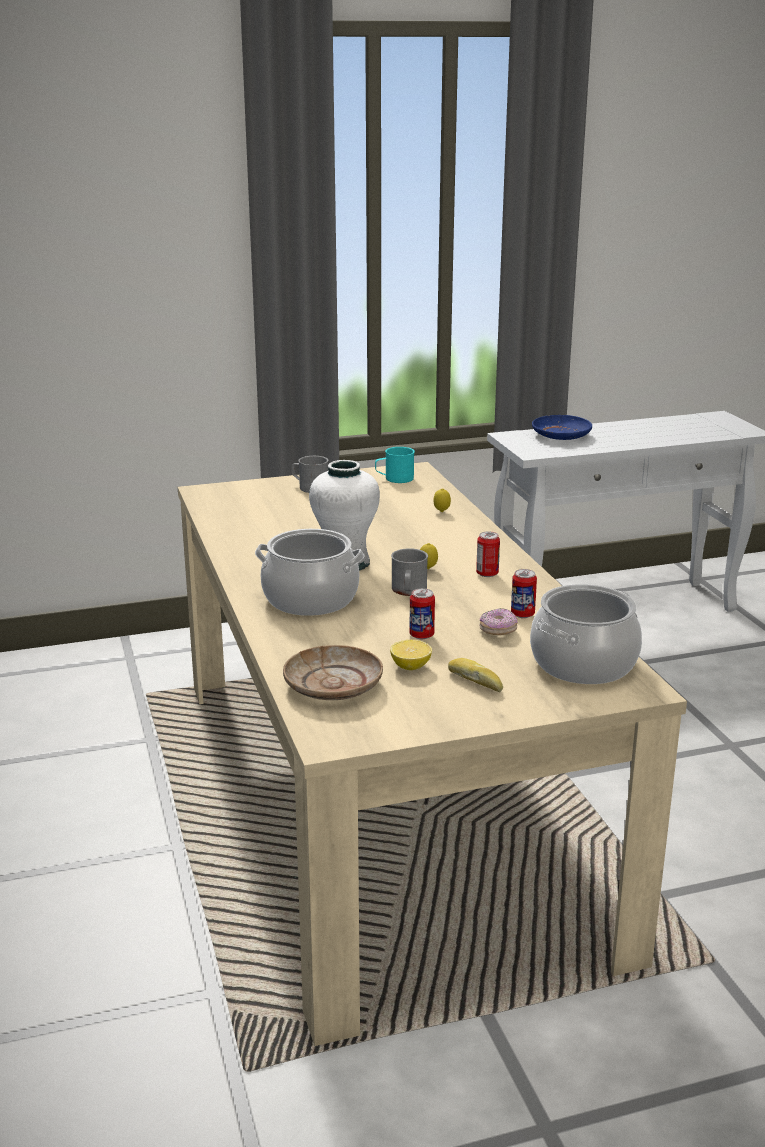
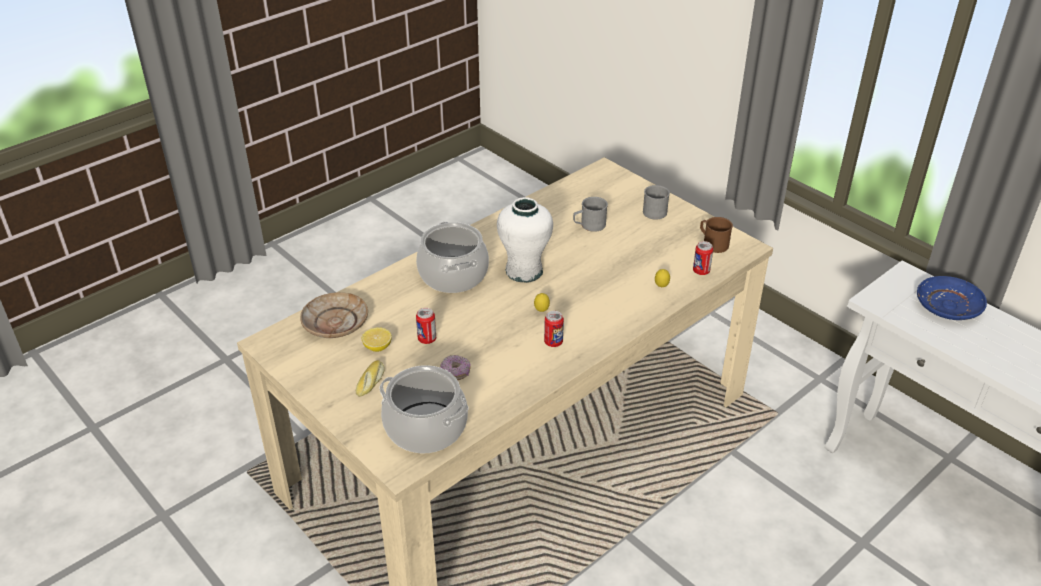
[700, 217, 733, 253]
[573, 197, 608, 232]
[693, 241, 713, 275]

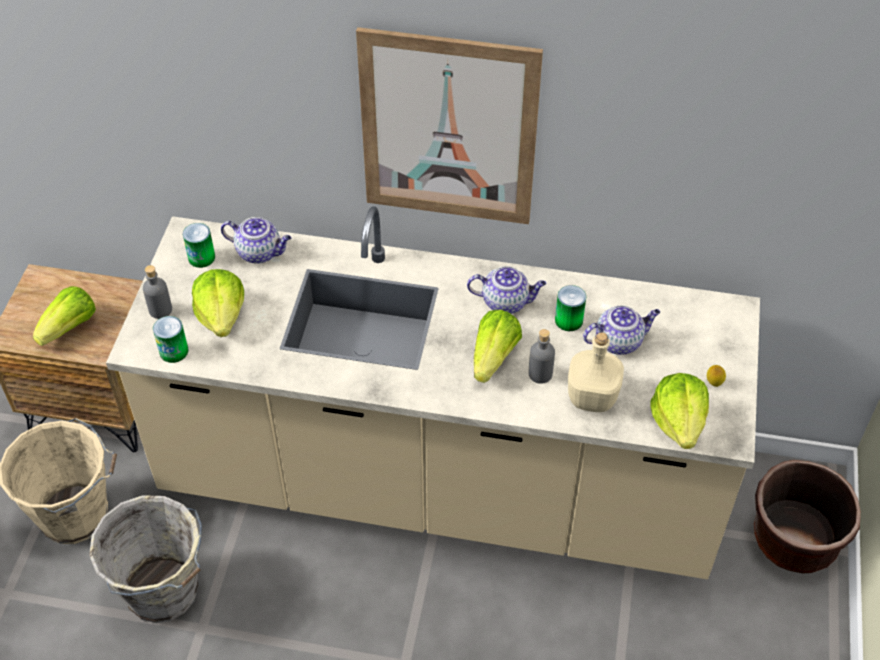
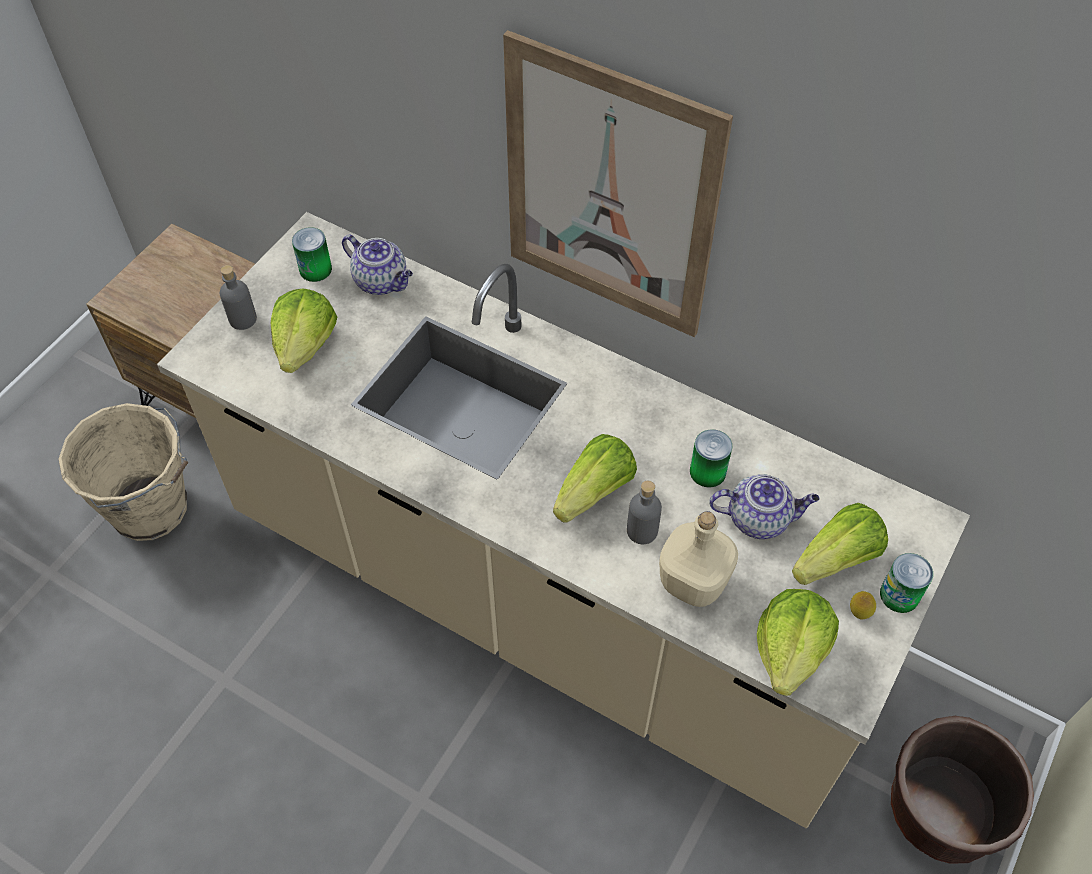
[792, 503, 888, 585]
[89, 495, 202, 623] (first image)
[880, 553, 933, 613]
[467, 266, 546, 314] (first image)

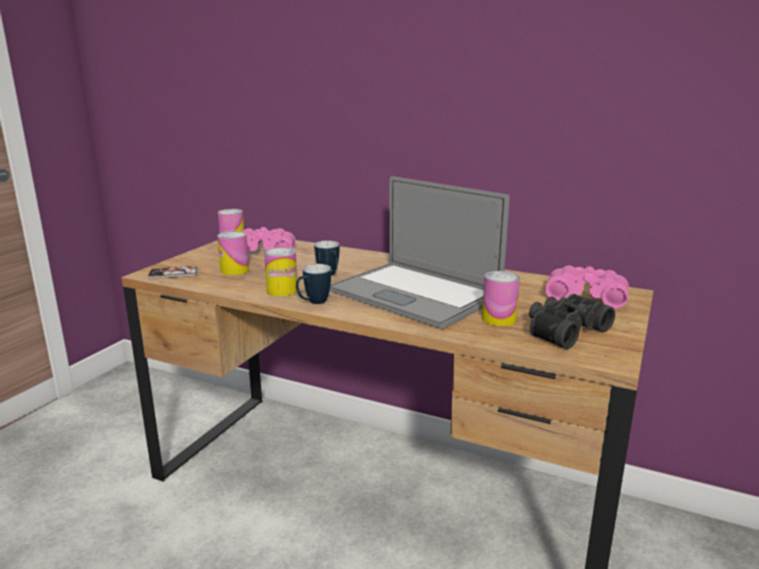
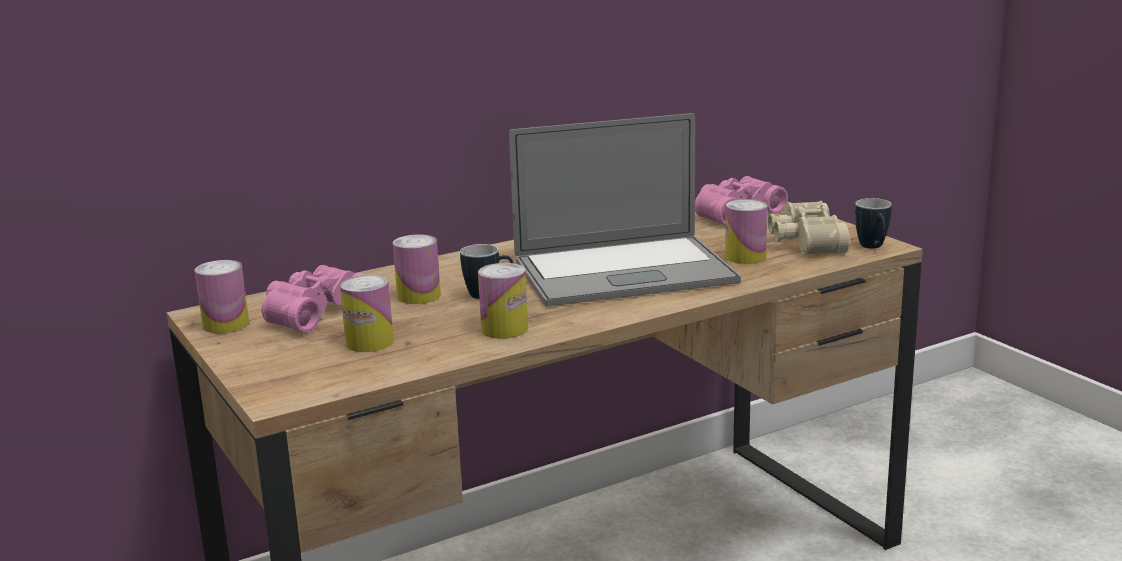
[147, 264, 198, 279] (first image)
[855, 198, 892, 248]
[768, 201, 849, 255]
[393, 234, 441, 304]

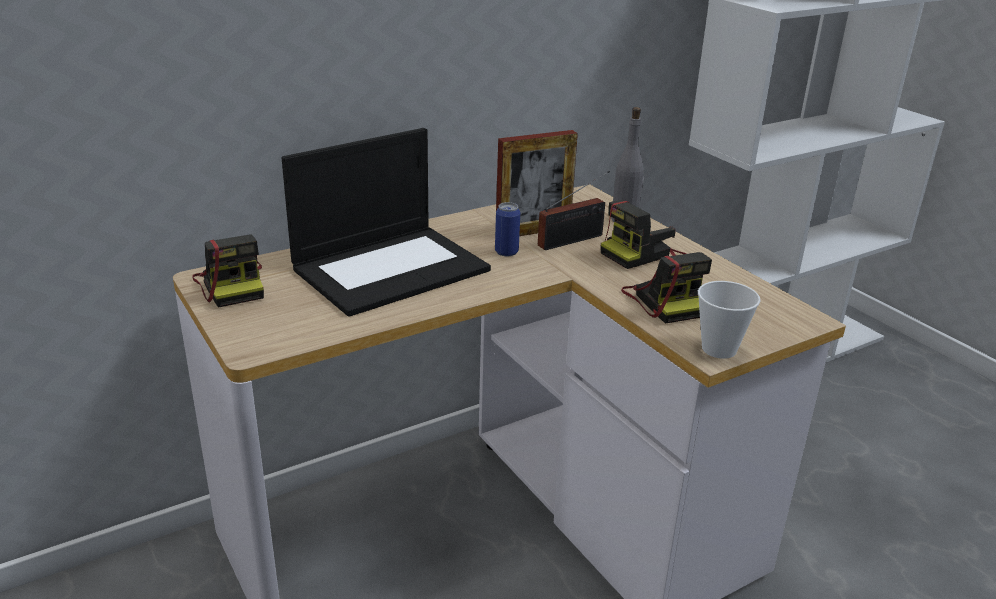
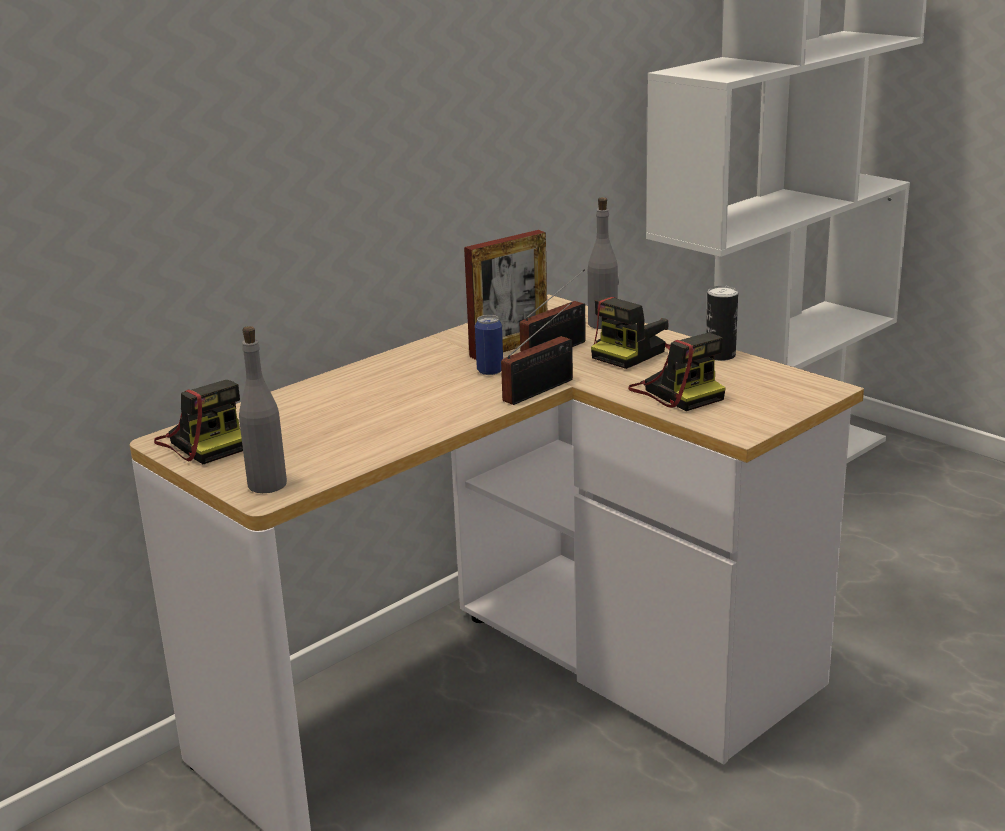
[282, 128, 491, 317] (first image)
[698, 281, 760, 359] (first image)
[239, 326, 287, 493]
[501, 302, 573, 405]
[706, 286, 738, 361]

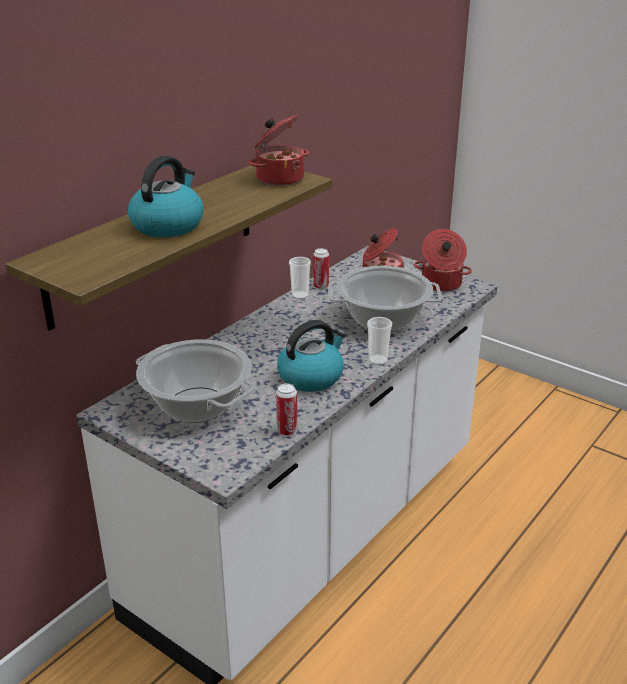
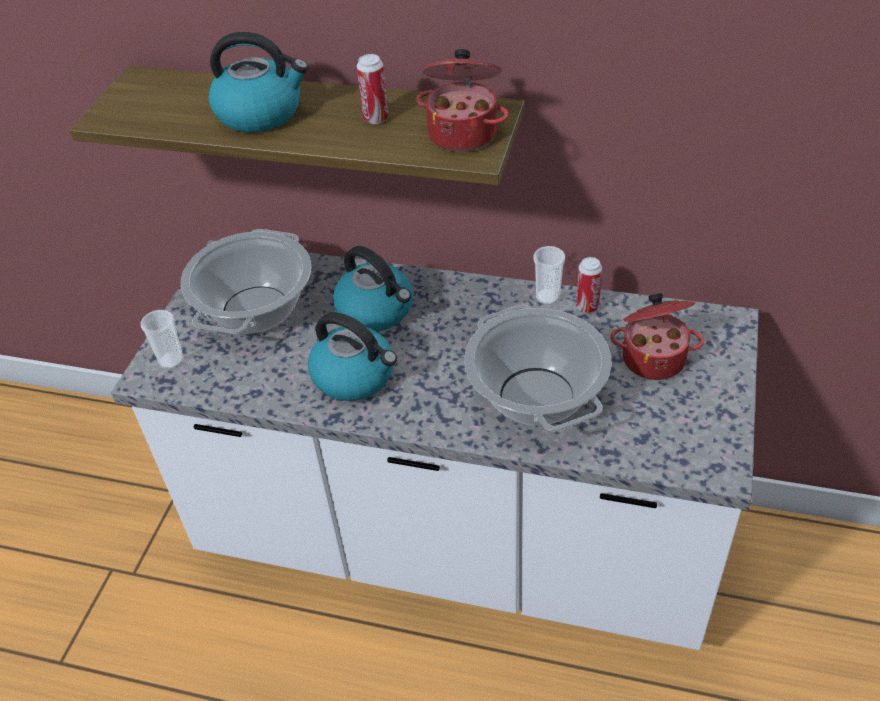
[356, 54, 389, 124]
[141, 310, 184, 369]
[414, 229, 472, 292] (first image)
[333, 246, 414, 332]

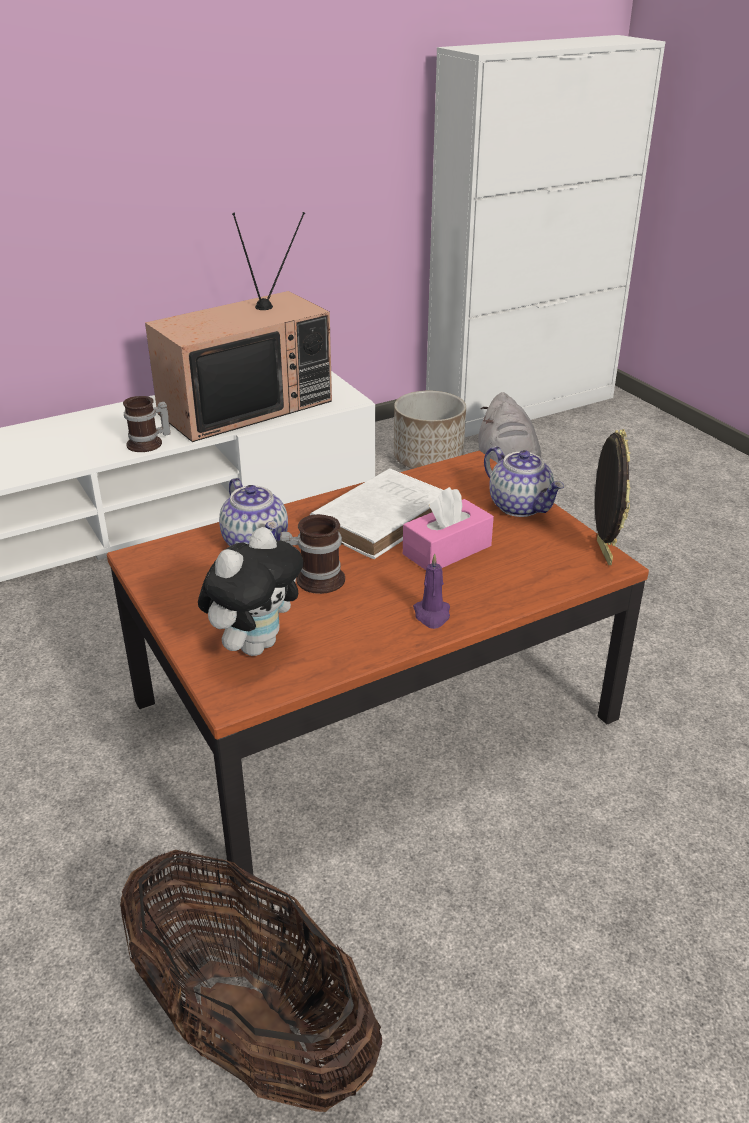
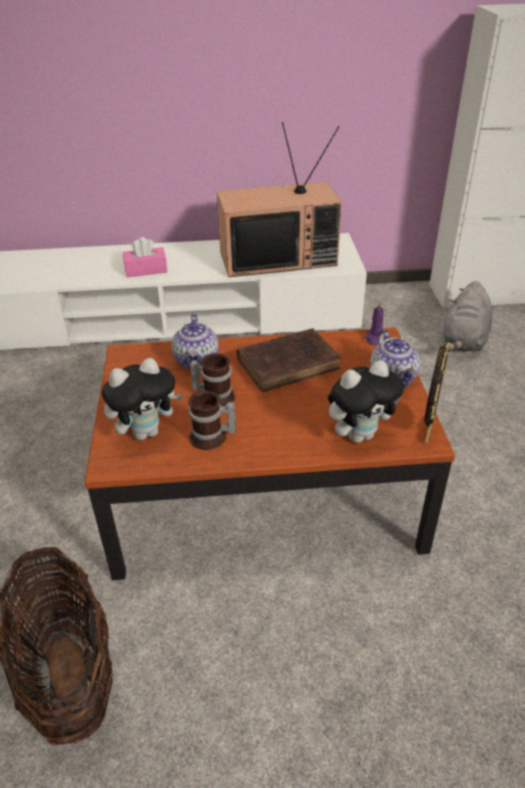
[188, 391, 236, 450]
[237, 328, 341, 392]
[394, 391, 466, 469] (first image)
[123, 237, 167, 277]
[365, 301, 384, 346]
[328, 360, 404, 443]

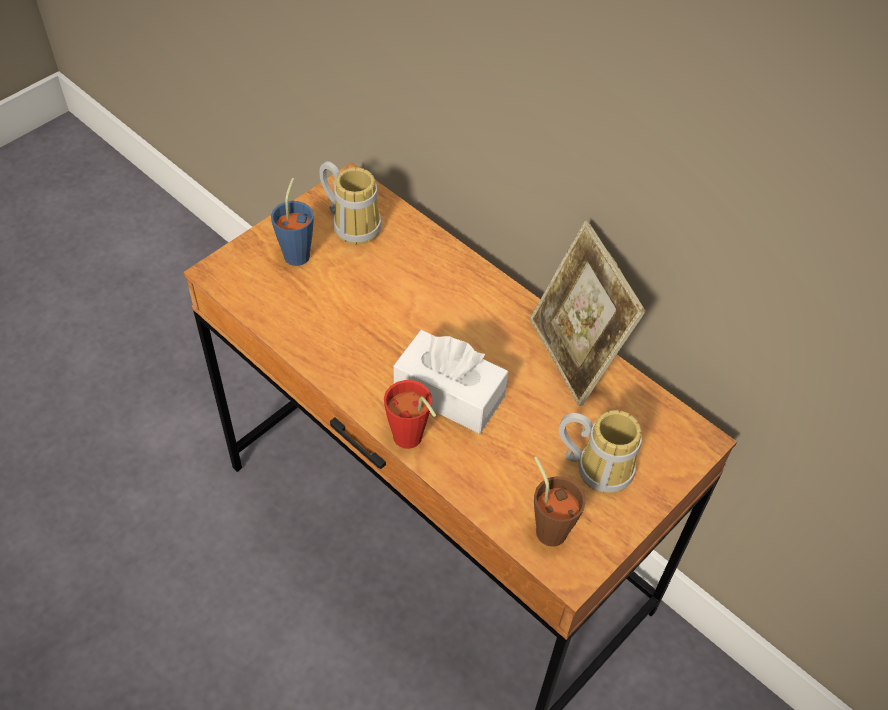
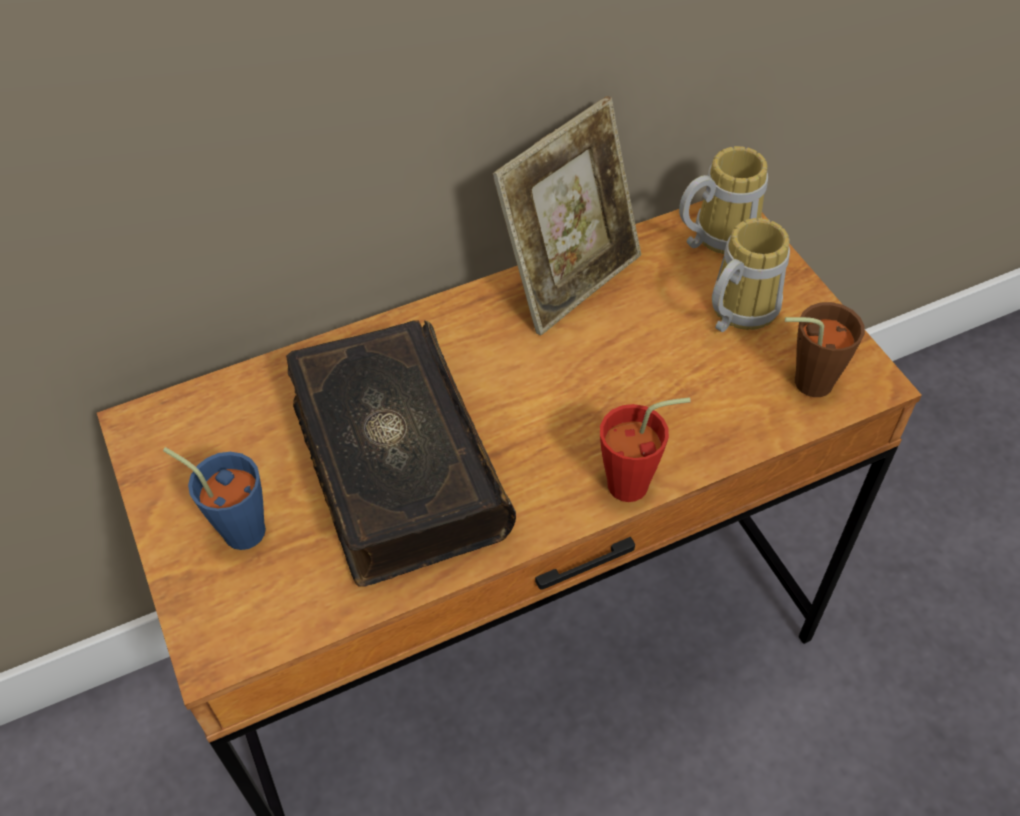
[679, 146, 768, 254]
[393, 330, 508, 433] (first image)
[492, 96, 641, 336]
[286, 320, 516, 587]

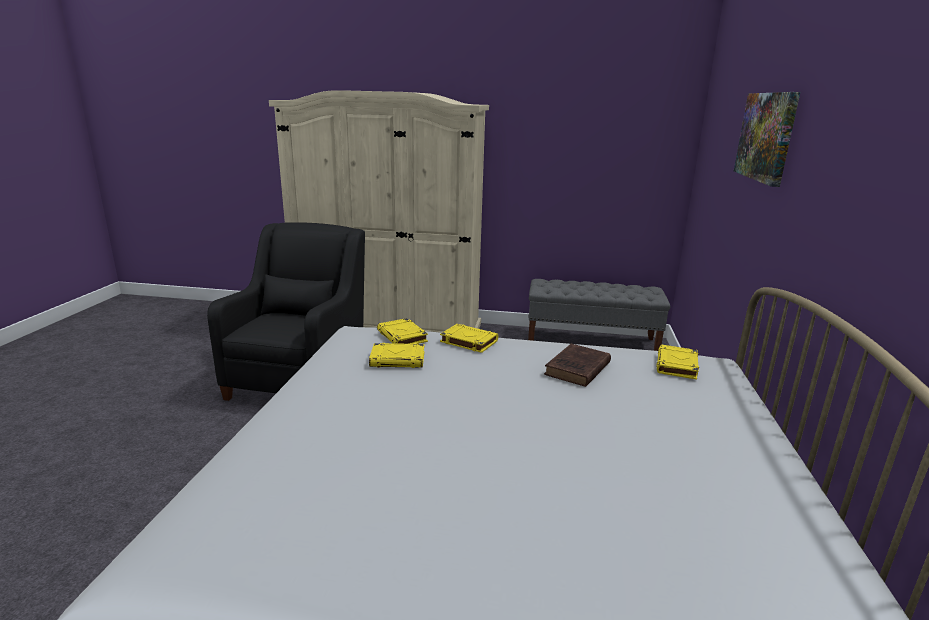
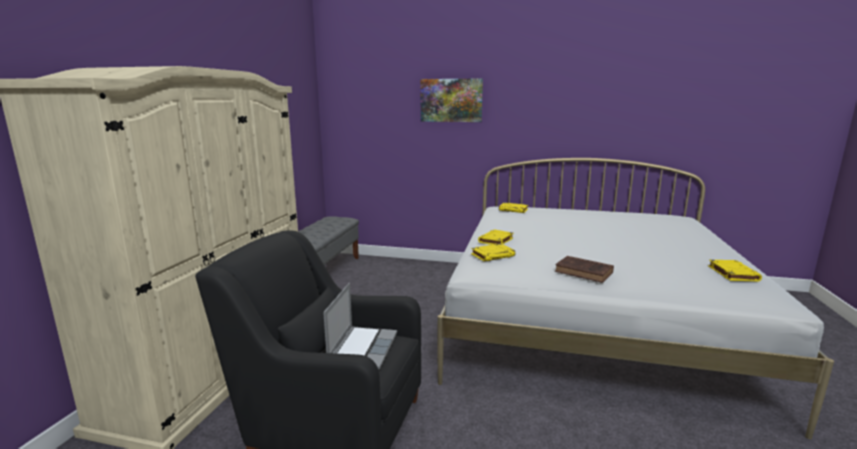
[708, 260, 762, 281]
[555, 256, 614, 283]
[323, 283, 397, 370]

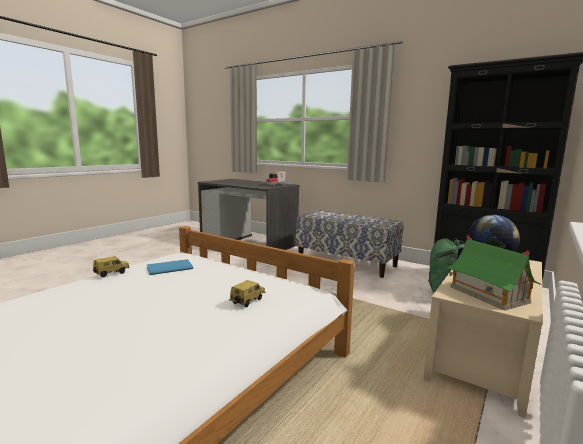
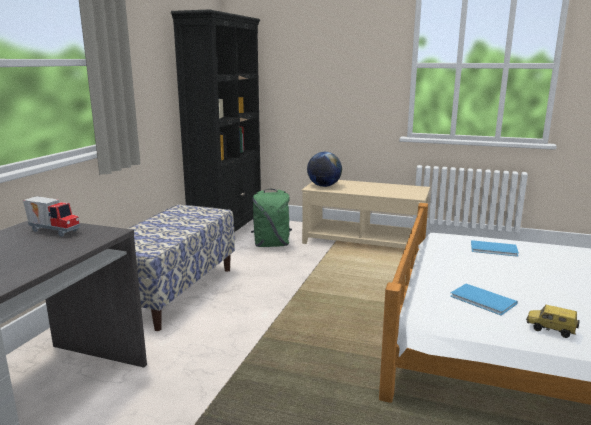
[471, 240, 519, 257]
[447, 235, 542, 311] (first image)

